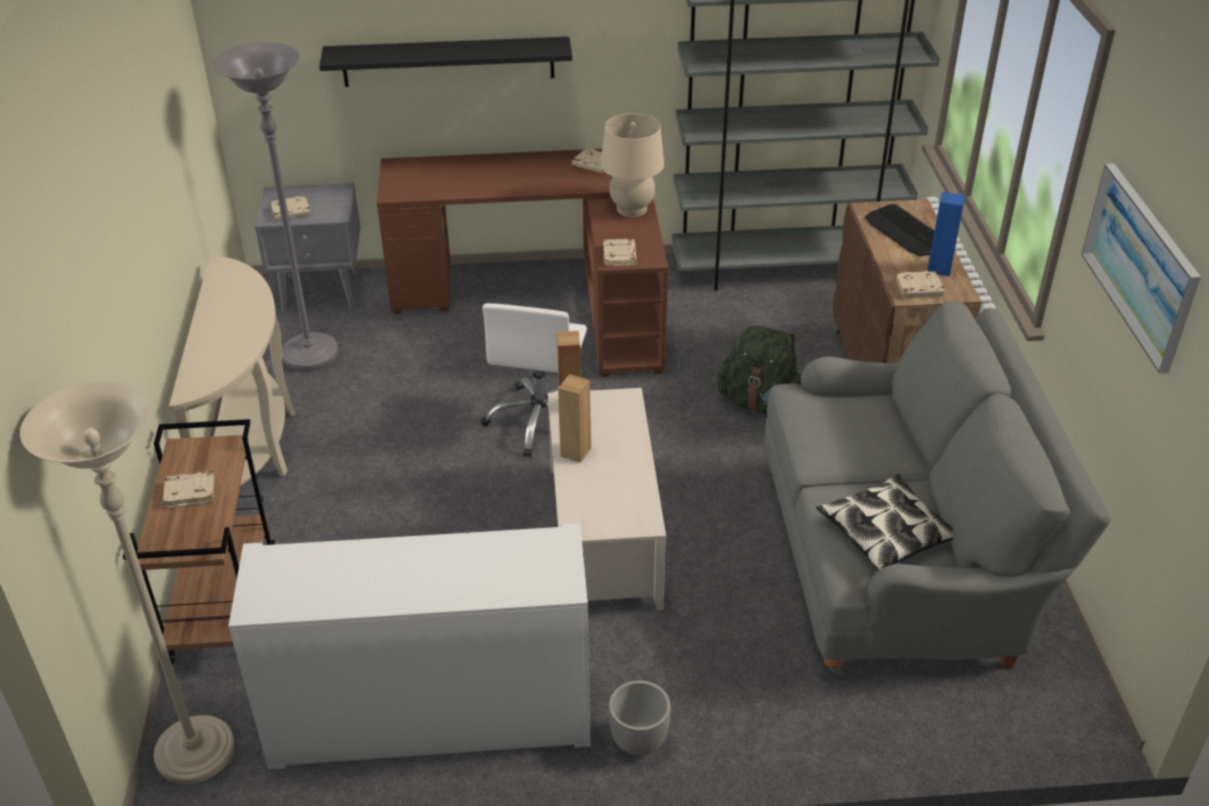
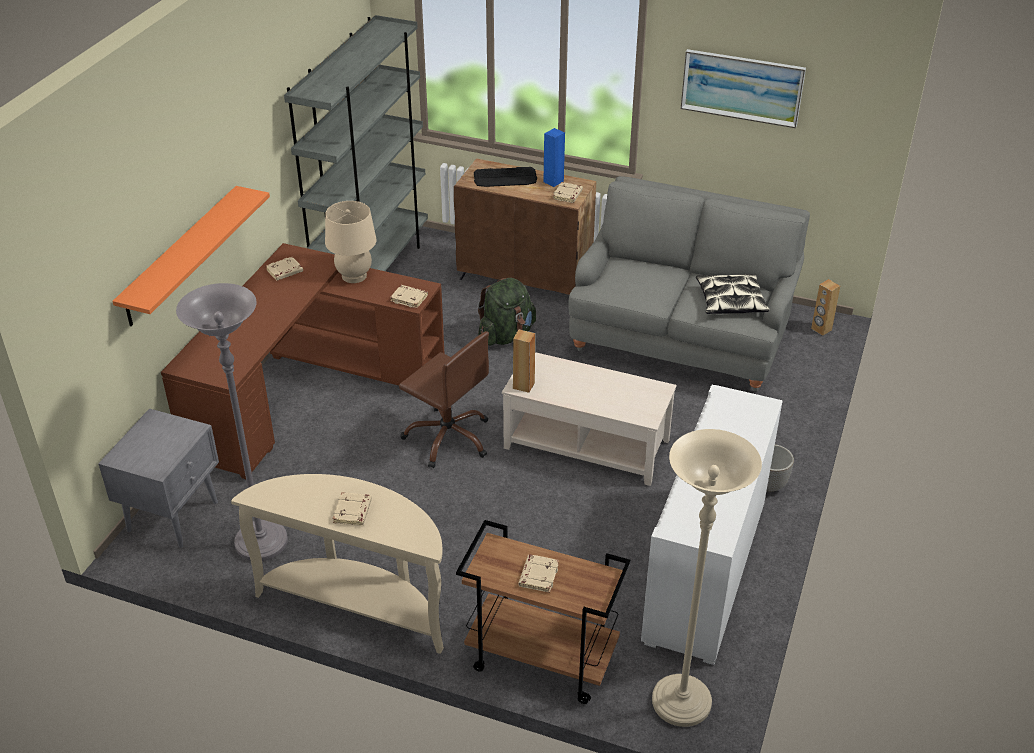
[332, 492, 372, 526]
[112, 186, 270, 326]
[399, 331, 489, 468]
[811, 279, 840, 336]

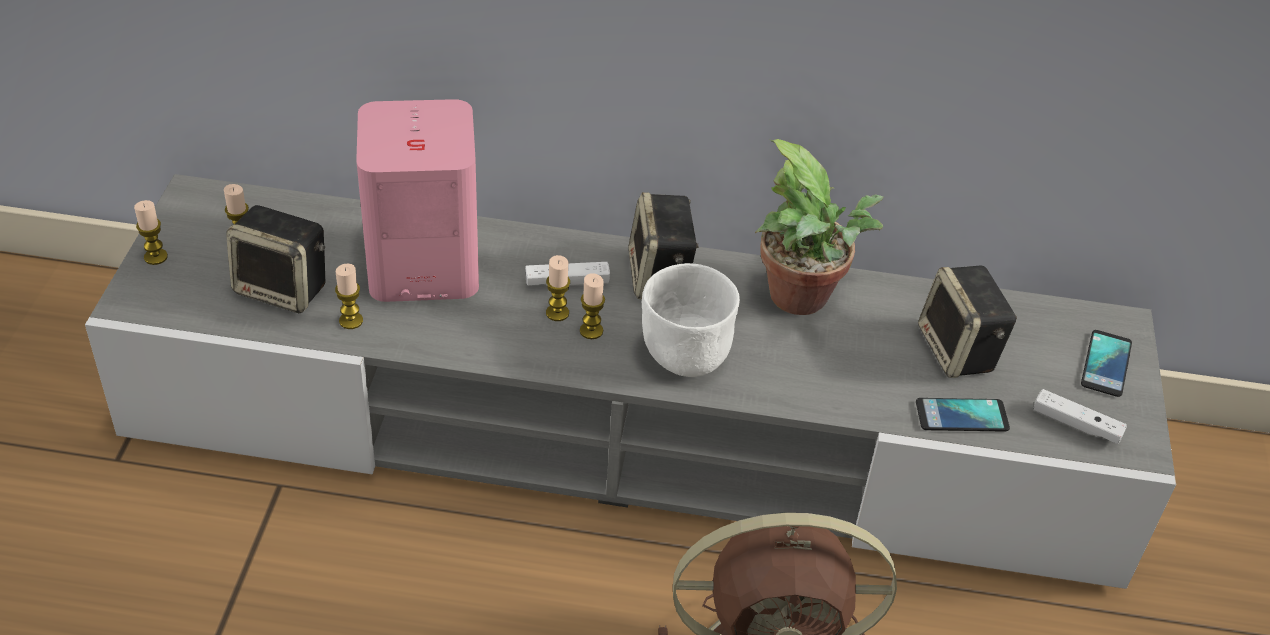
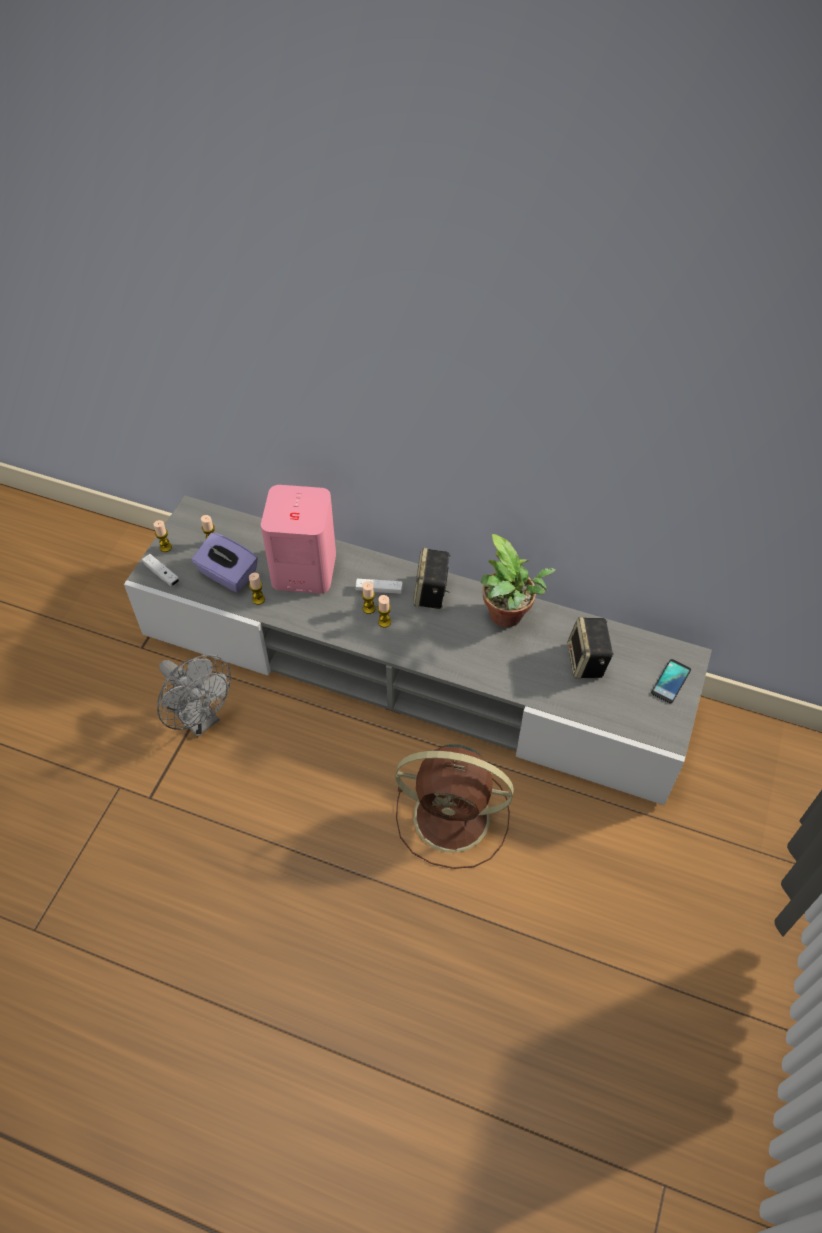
[192, 533, 258, 593]
[642, 263, 740, 377] (first image)
[916, 398, 1010, 432] (first image)
[142, 554, 180, 587]
[157, 654, 231, 737]

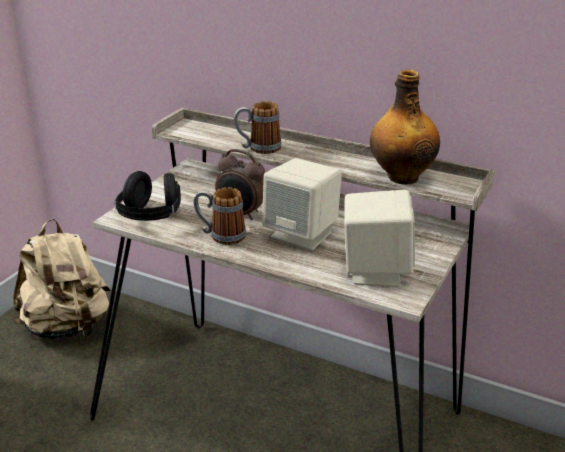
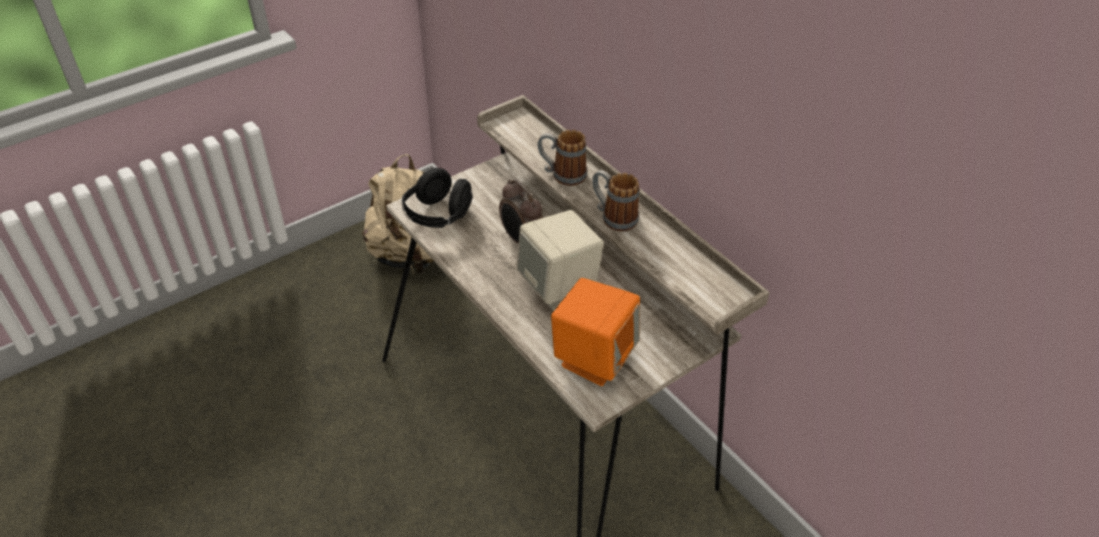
[592, 170, 639, 231]
[551, 278, 640, 386]
[370, 70, 440, 185] (first image)

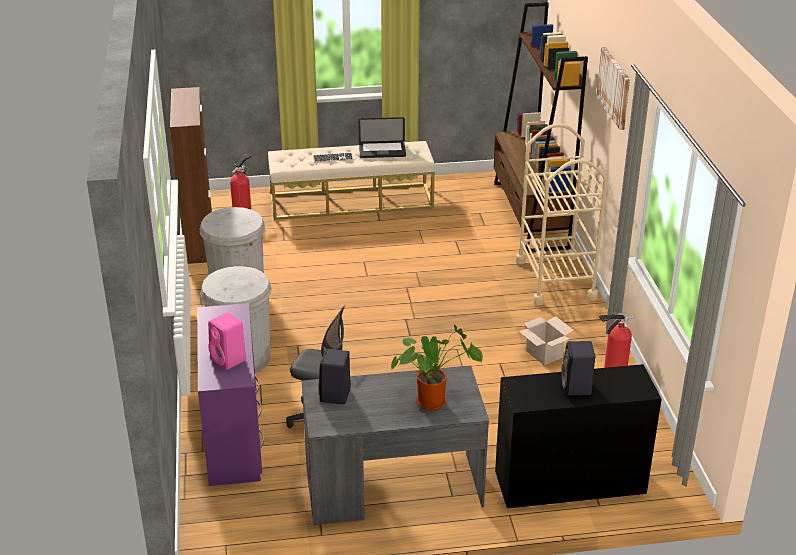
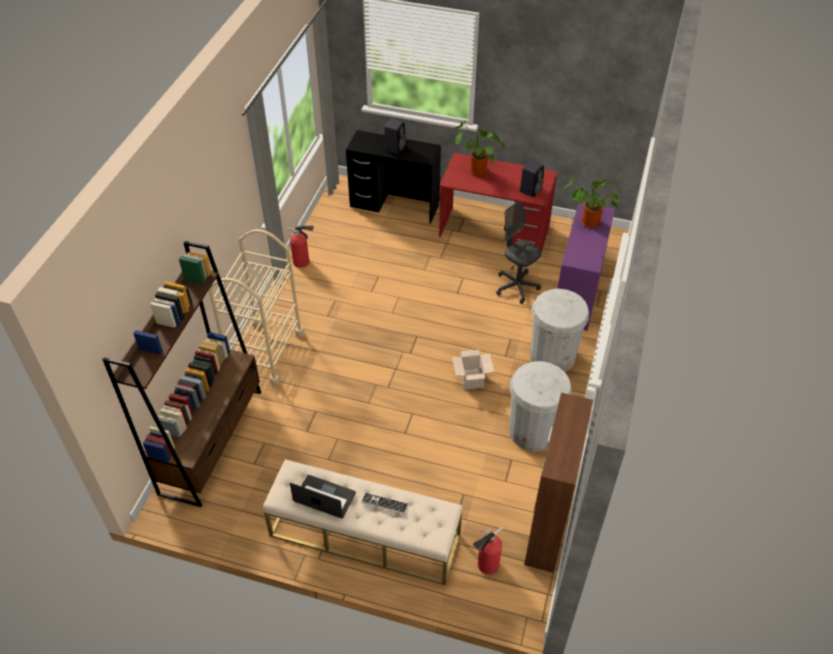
[563, 176, 621, 228]
[439, 153, 557, 252]
[452, 350, 494, 390]
[596, 47, 630, 130] (first image)

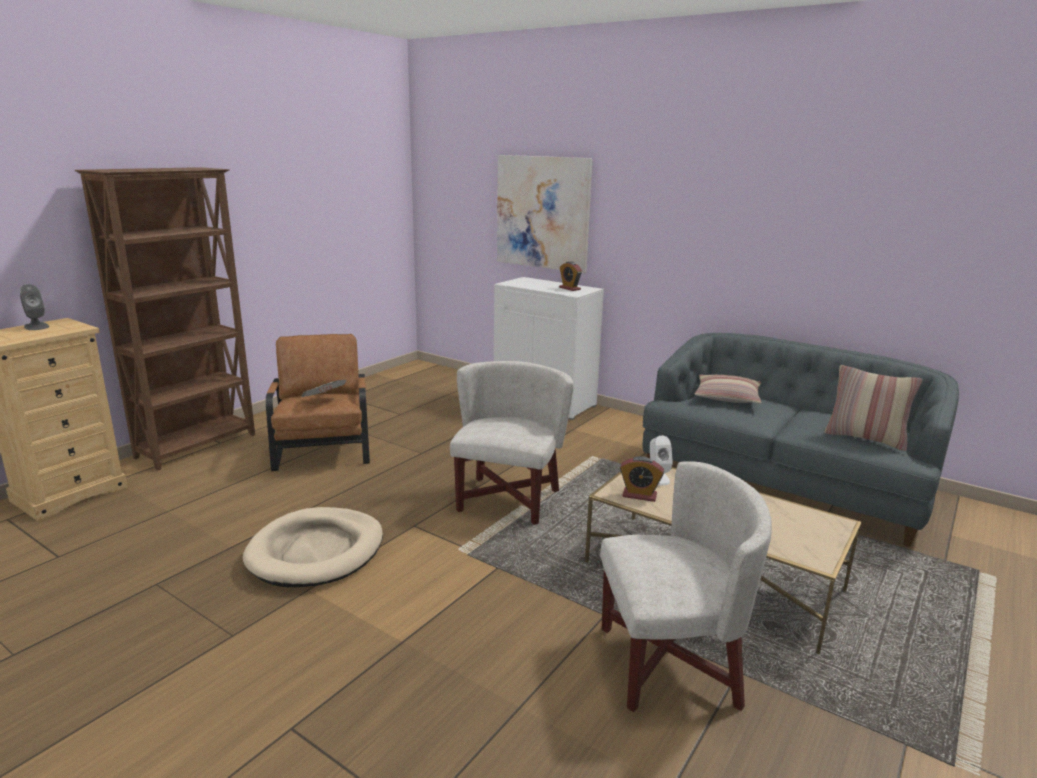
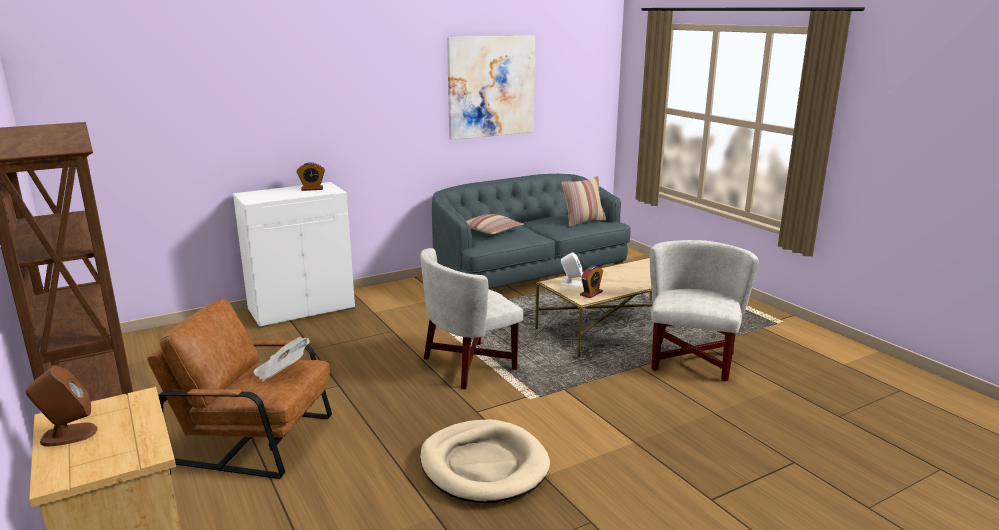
[26, 366, 97, 446]
[420, 248, 523, 389]
[447, 35, 535, 140]

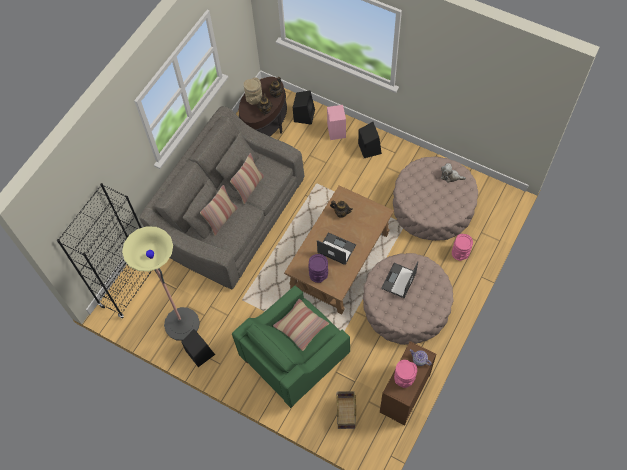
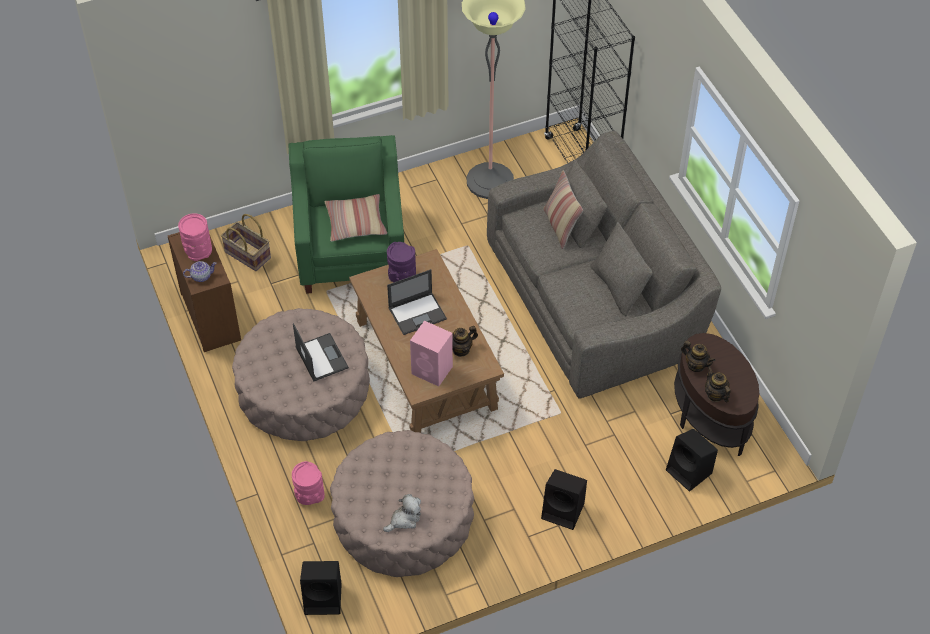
[300, 561, 342, 615]
[230, 153, 264, 204] (first image)
[244, 77, 262, 104] (first image)
[410, 321, 453, 387]

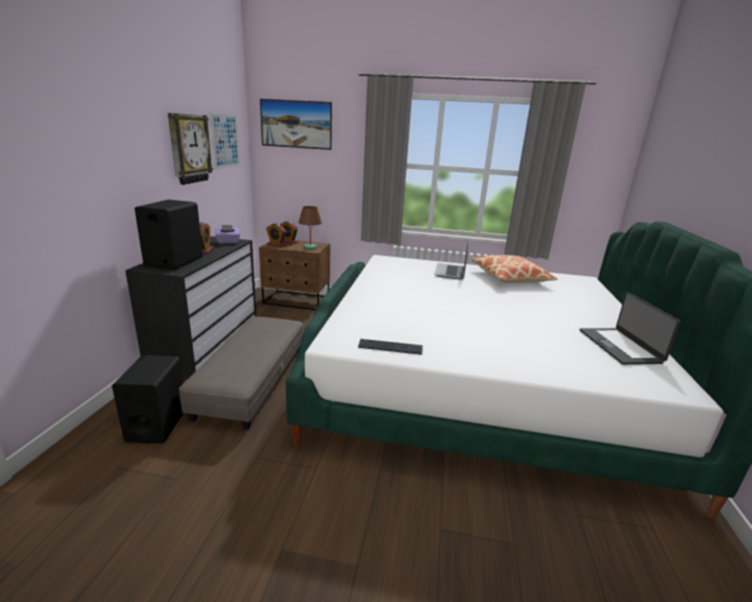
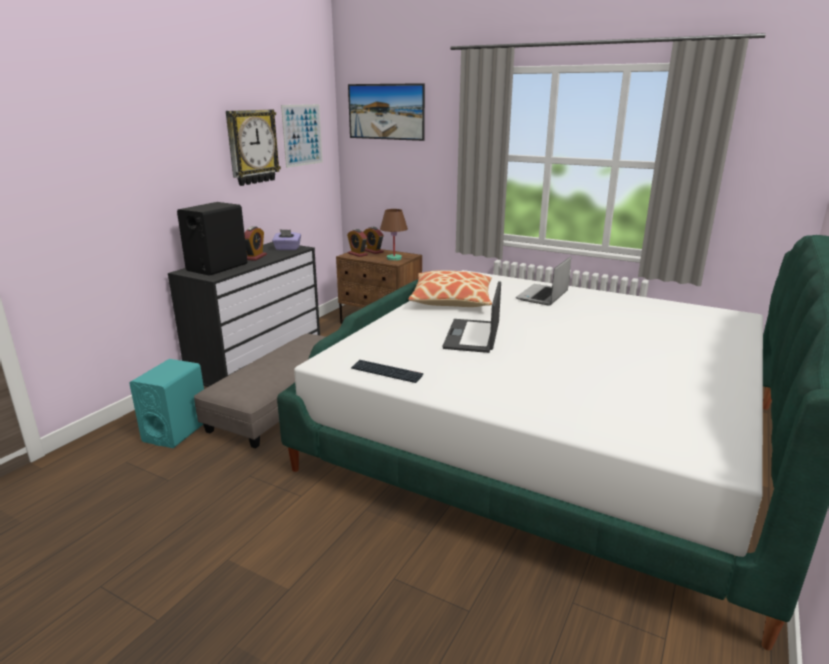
[129, 359, 204, 448]
[408, 270, 492, 307]
[442, 281, 501, 353]

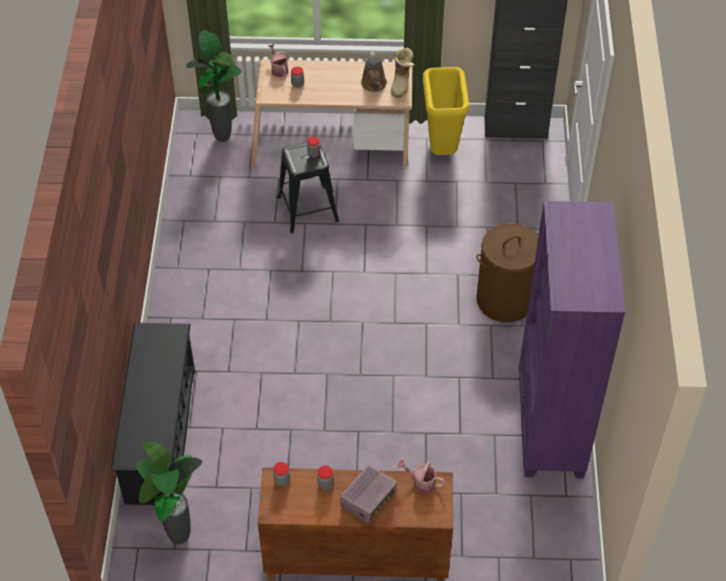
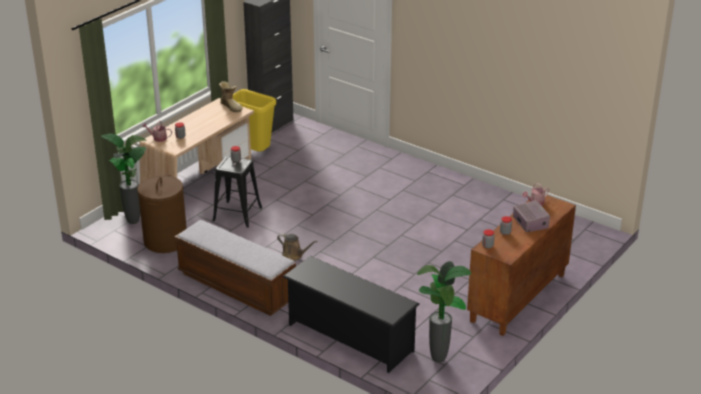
[277, 233, 317, 261]
[137, 175, 187, 253]
[519, 201, 625, 478] (first image)
[175, 220, 296, 316]

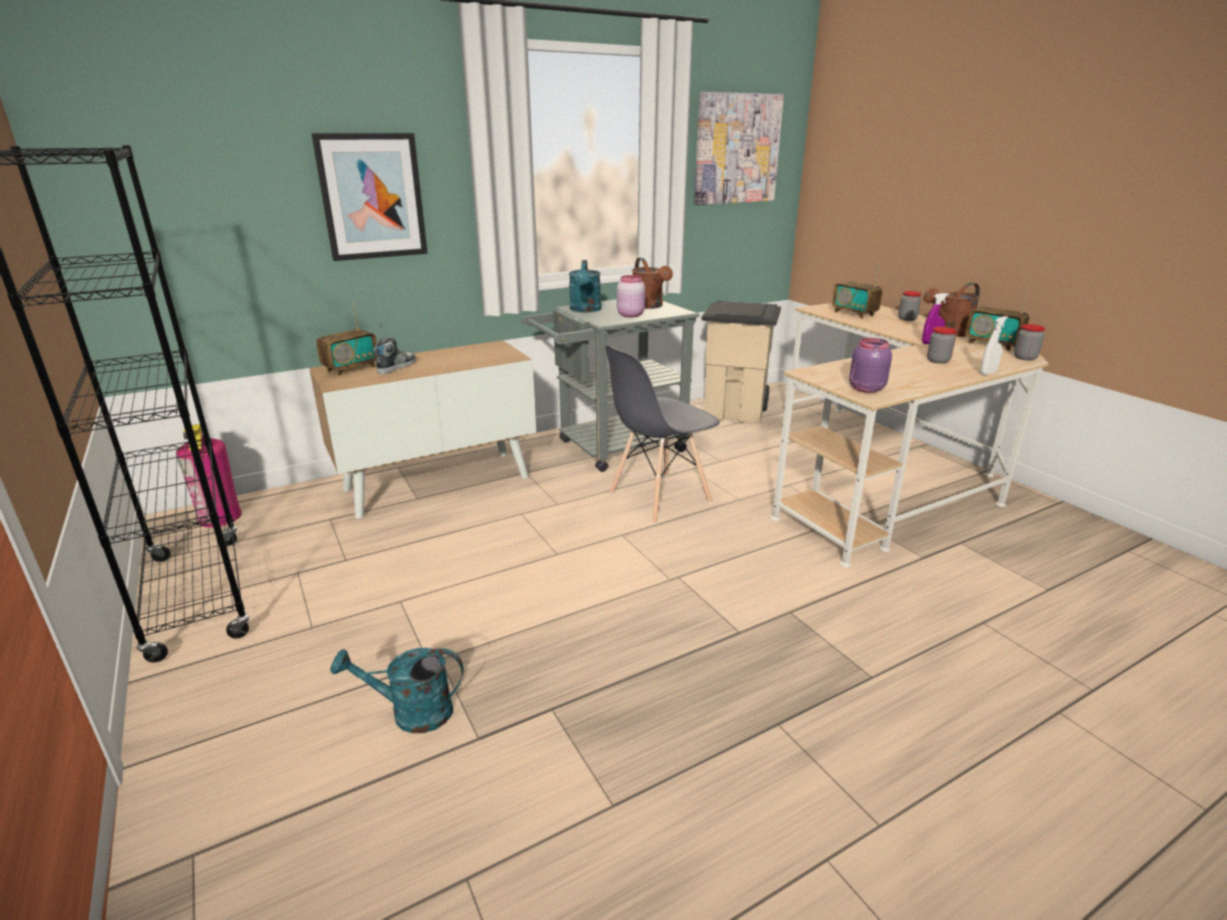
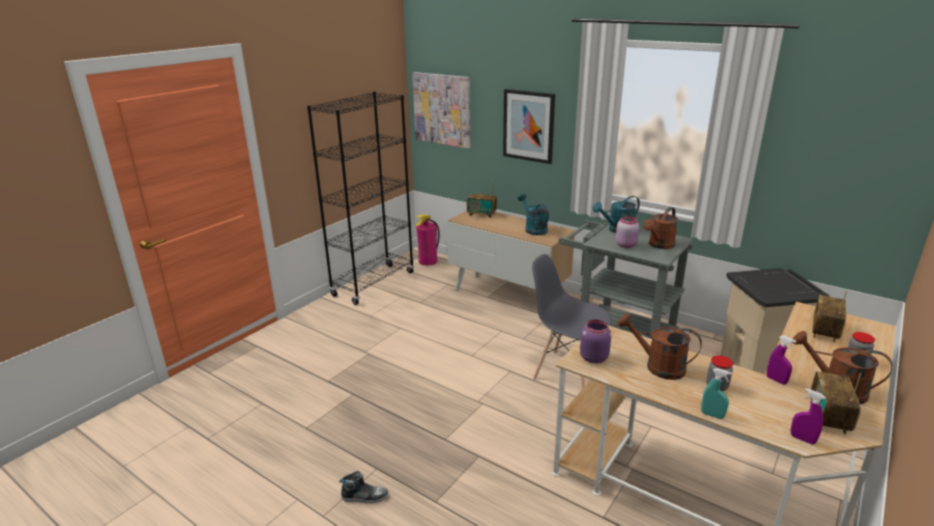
[518, 193, 549, 235]
[339, 471, 388, 503]
[412, 72, 470, 148]
[701, 368, 732, 419]
[791, 389, 825, 444]
[618, 313, 702, 380]

